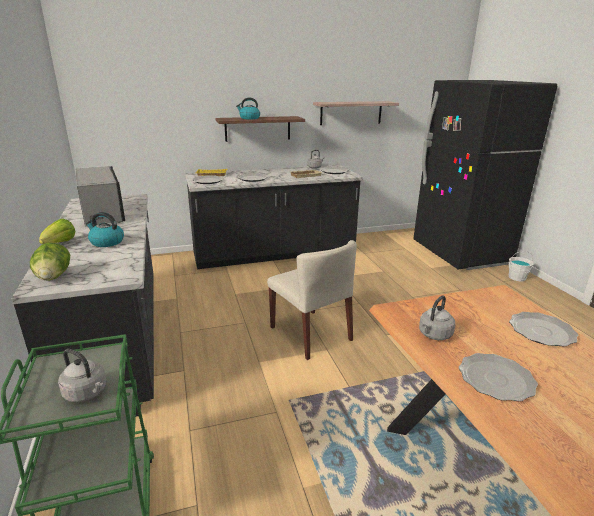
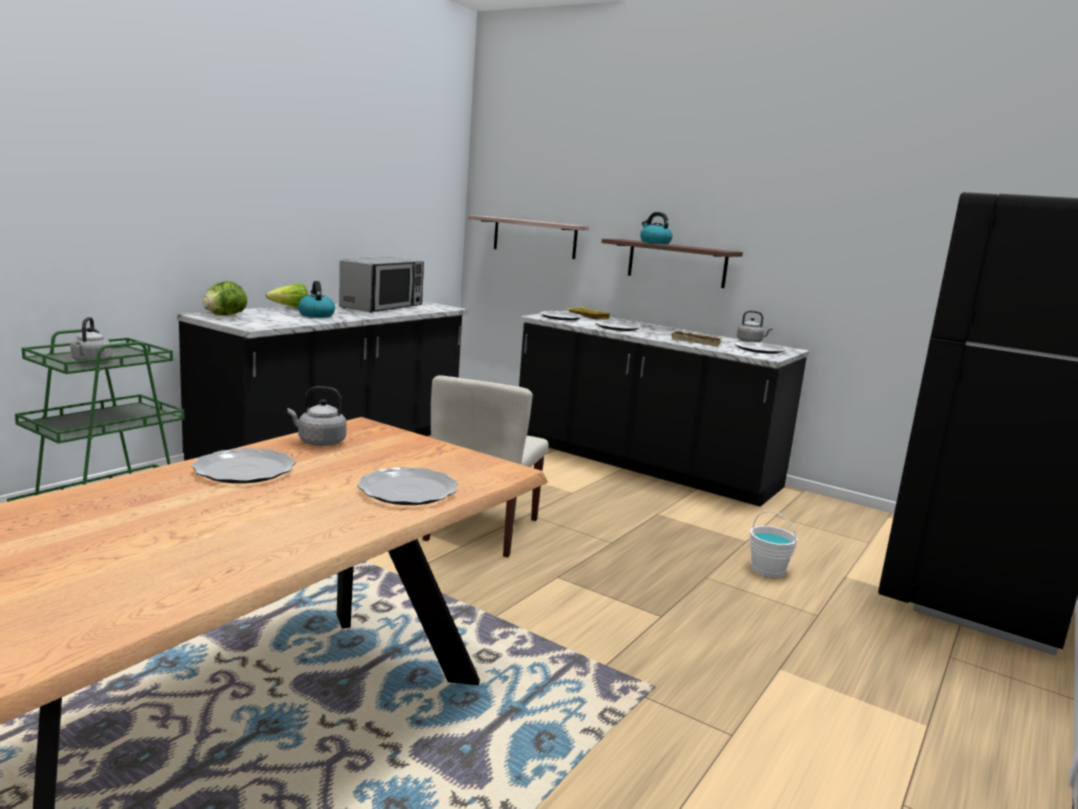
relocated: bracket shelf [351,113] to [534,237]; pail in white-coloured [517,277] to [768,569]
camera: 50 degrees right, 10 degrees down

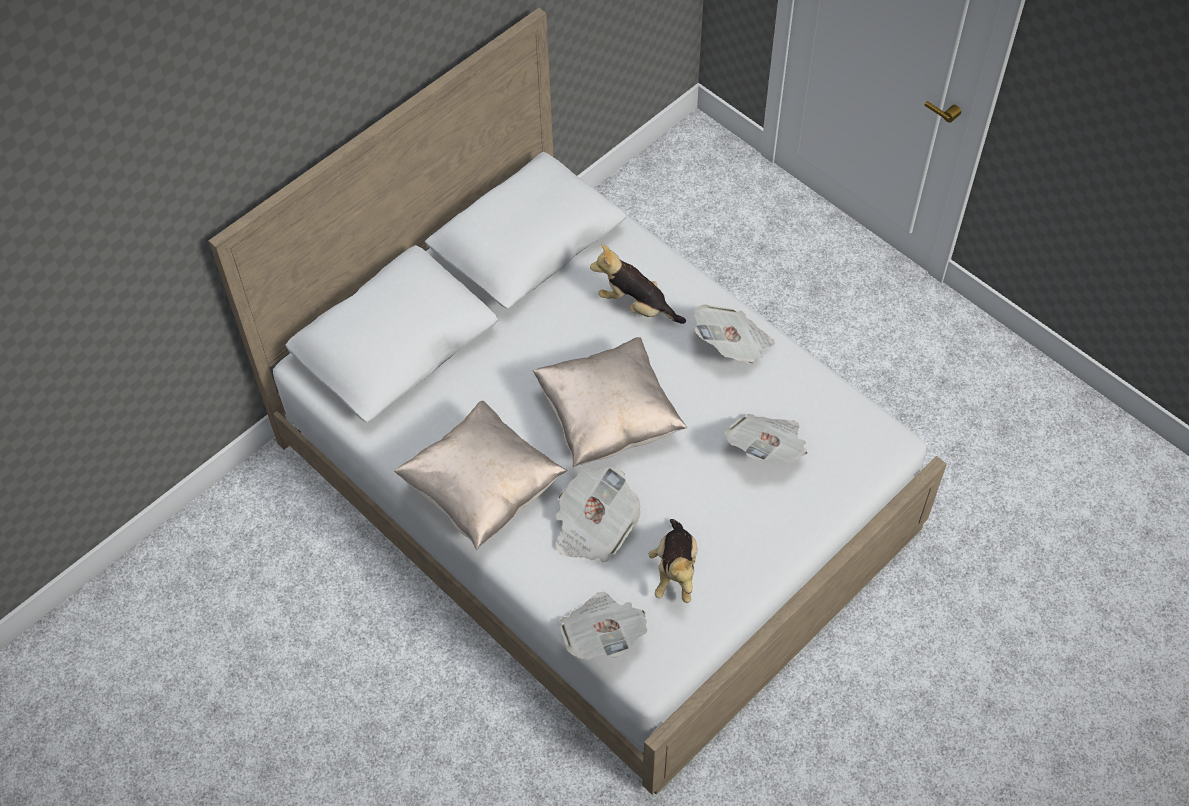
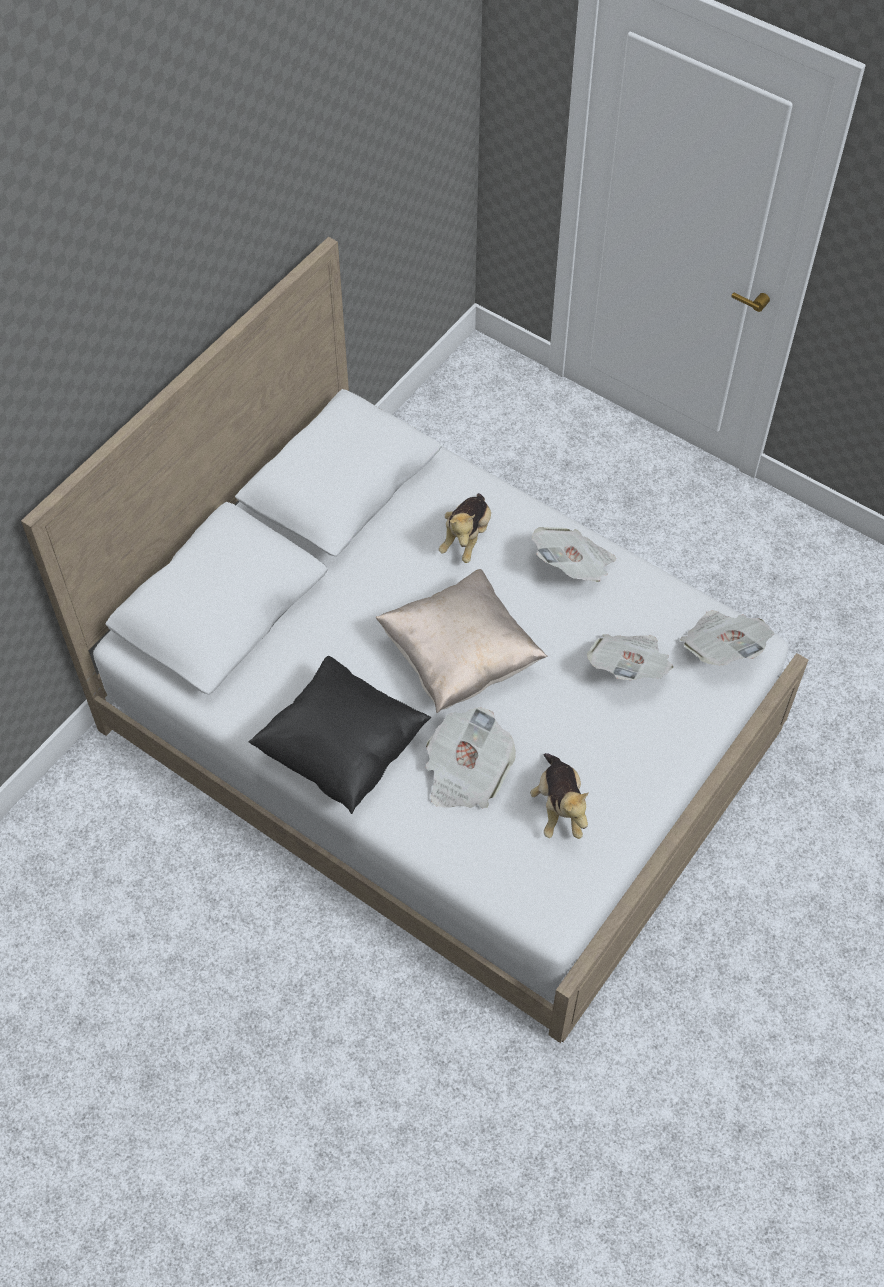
relocated: daily paper [603,635] to [722,648]
colour: pillow in beige-coloured [482,490] to pillow in black-coloured [342,750]
spun: soft toy [636,306] = [466,537] 90 degrees counterclockwise
camera: 10 degrees left, 0 degrees up

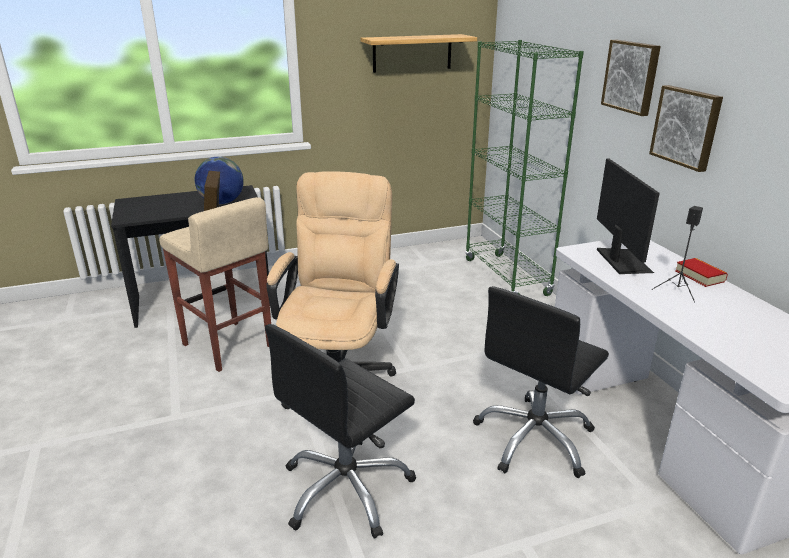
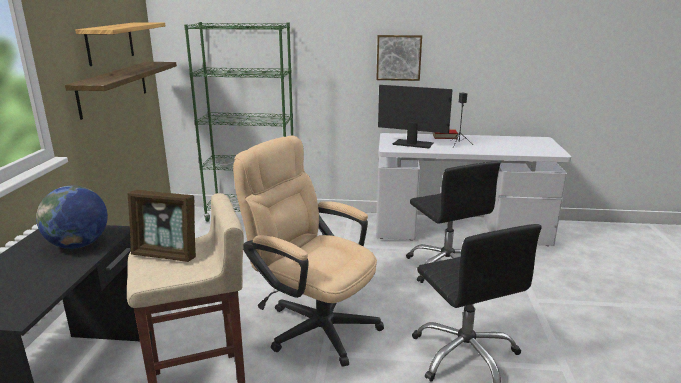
missing: wall picture [632,76]
appeared: bracket shelf [113,88]
camera: 65 degrees left, 5 degrees down

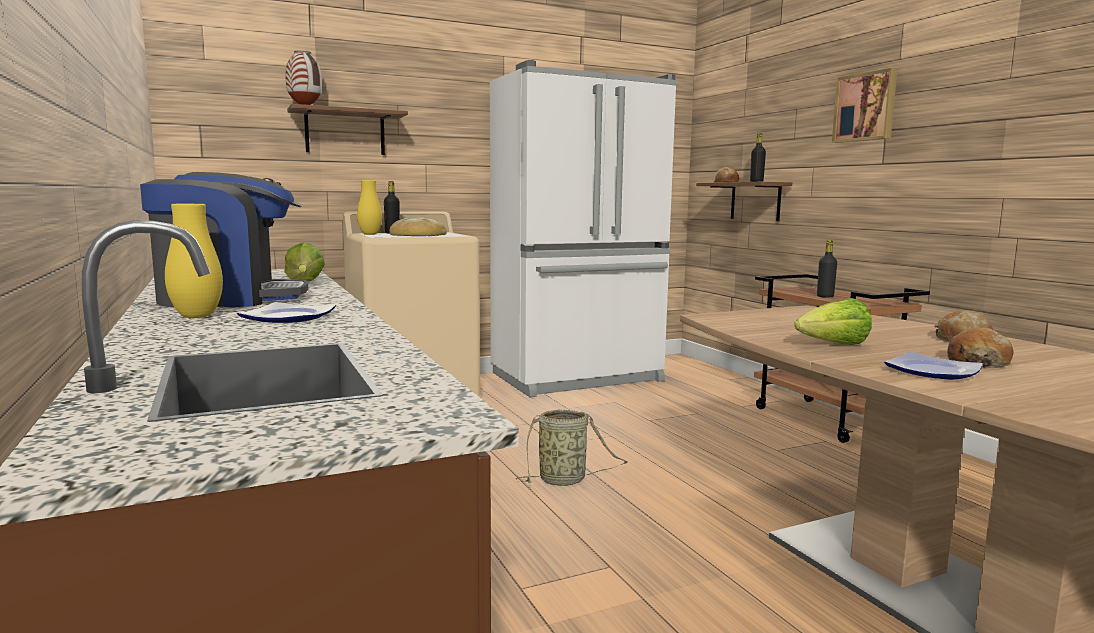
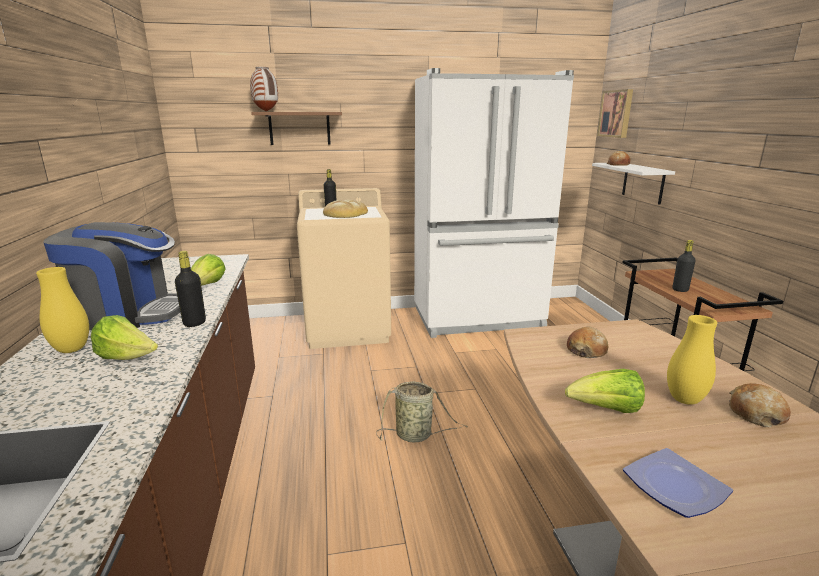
relocated: flower vase in yellow [370,234] to [684,400]; drink bottle in black-coloured [756,181] to [194,323]; wall picture [865,107] to [616,113]; baked bread [977,362] to [586,350]
exchanged: flat dish [288,317] to head of lettuce [128,358]
colour: bracket shelf in brown [755,201] to bracket shelf in white-coloured [643,183]
camera: 15 degrees right, 10 degrees up

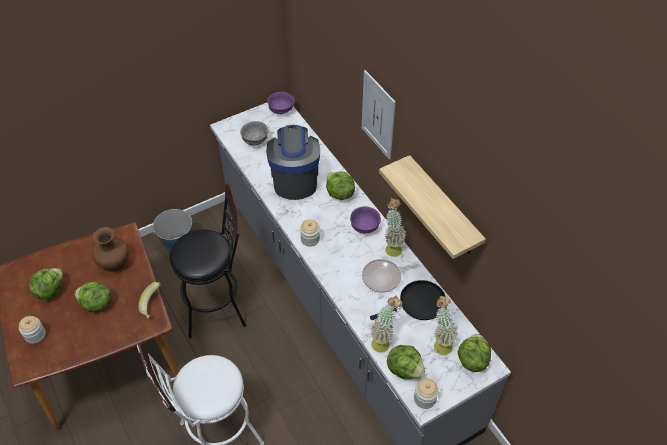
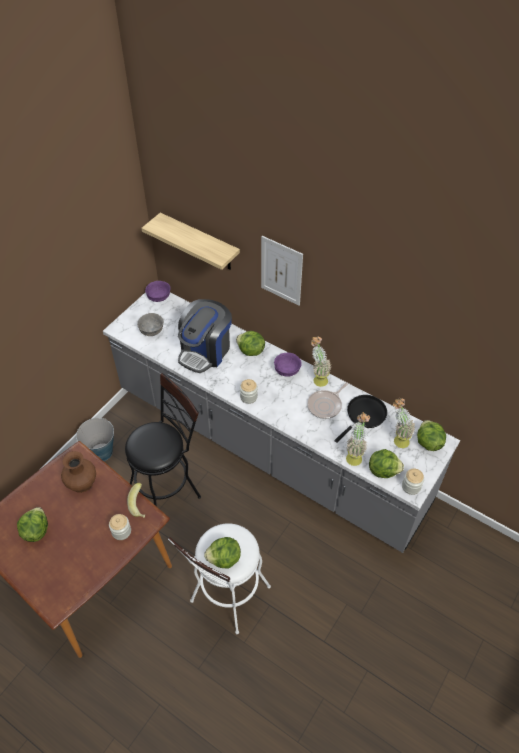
relocated: preserve jar [35,335] to [121,531]; head of lettuce [96,304] to [224,559]; bracket shelf [443,208] to [200,242]
spun: coffee maker [294,178] = [205,351] 120 degrees counterclockwise
camera: 25 degrees left, 0 degrees up

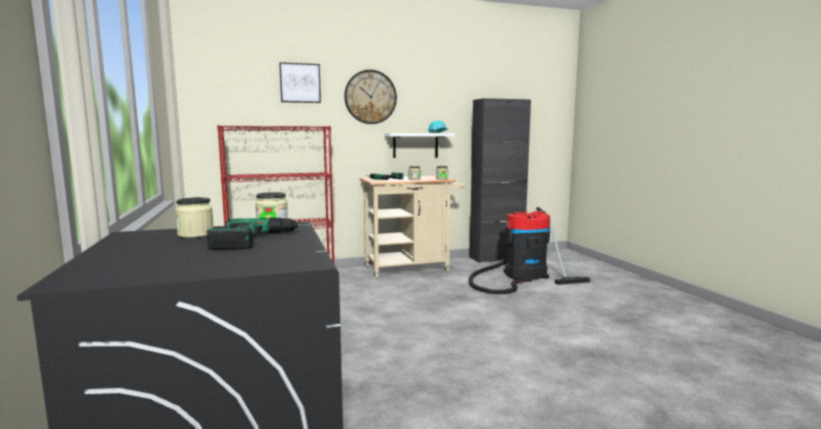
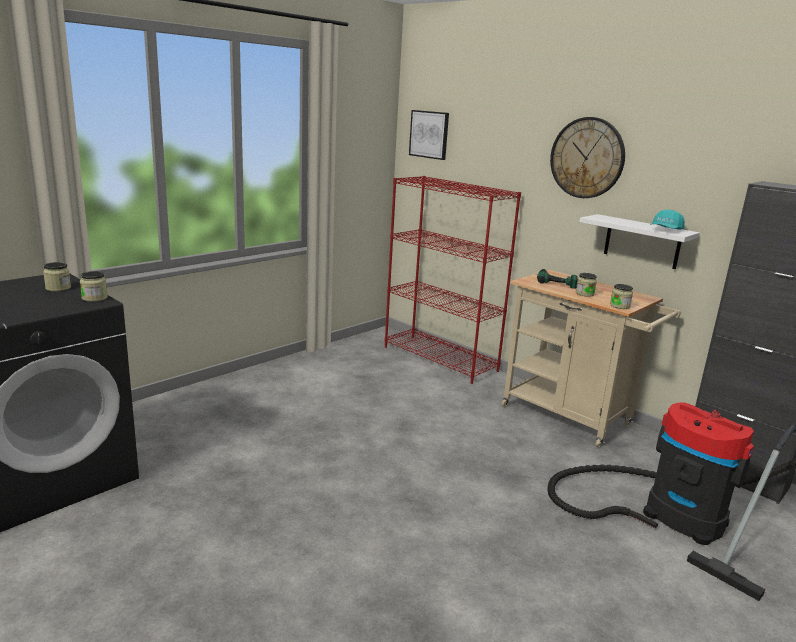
missing: drill [265,239]
relocated: wall picture [300,83] to [429,134]
camera: 60 degrees right, 10 degrees up

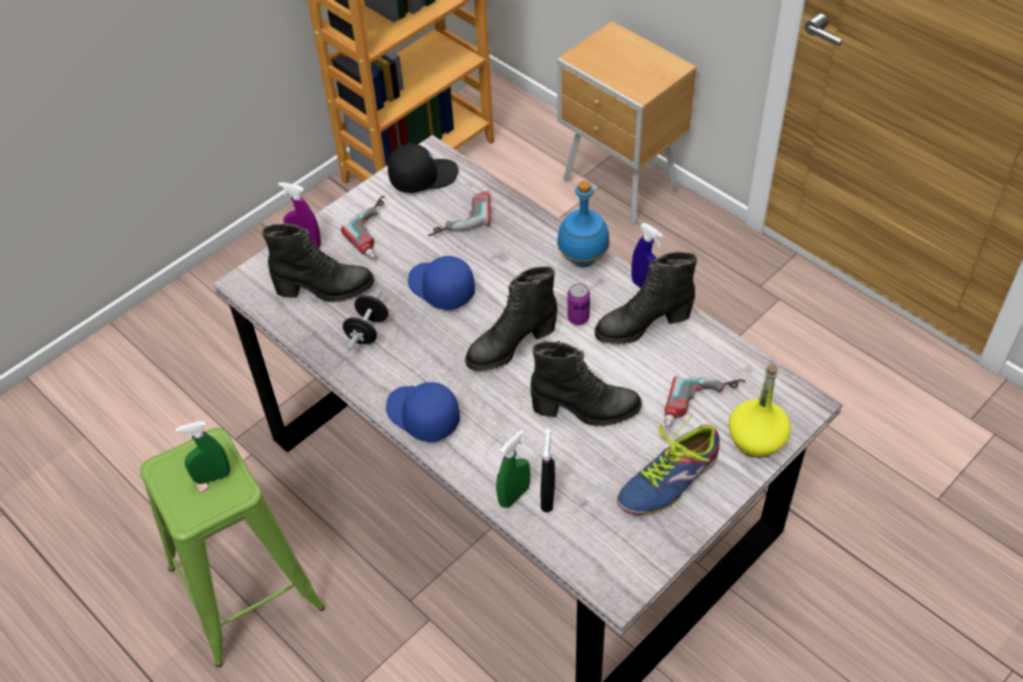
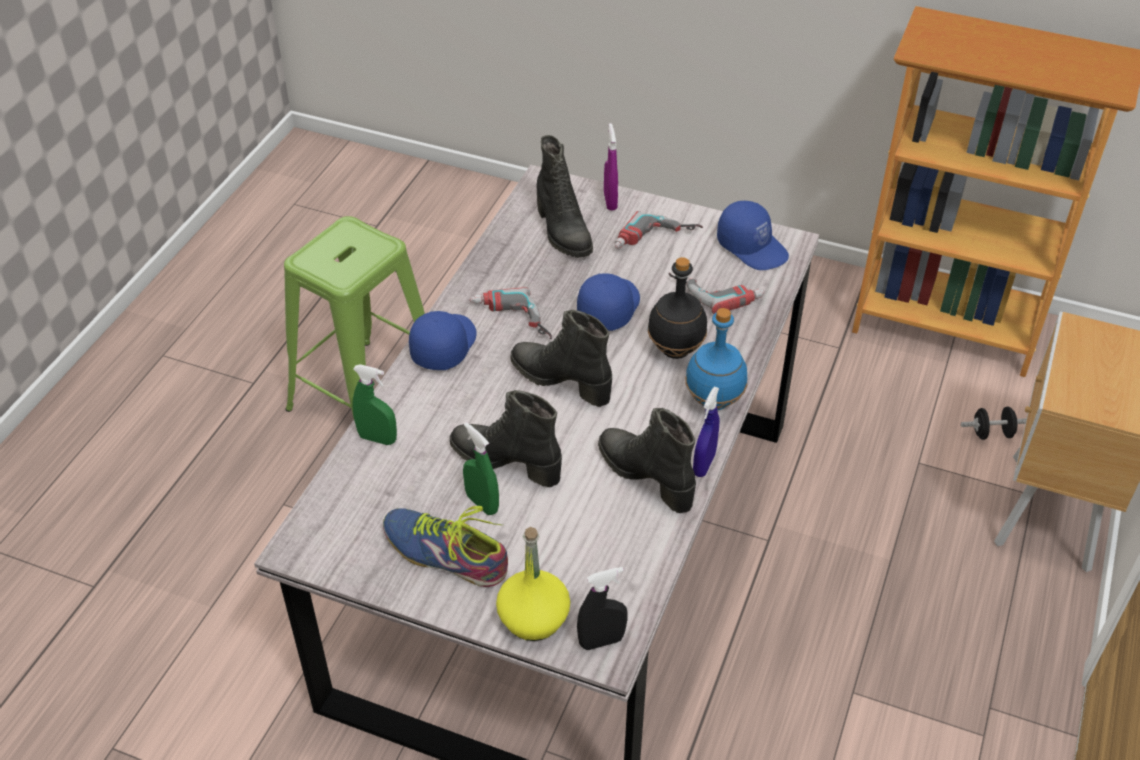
missing: metal can [578,318]
appeared: drink bottle in black-coloured [676,349]
relocated: spray bottle in greenish [212,477] to [482,503]; free weight in black-coloured [367,331] to [991,433]; spray bottle in black-coloured [548,497] to [601,641]; drill [703,407] to [510,322]
colour: baseball cap in black-coloured [423,176] to baseball cap in blue [753,247]
spun: high-top boot in black-coloured [585,410] = [506,462] 135 degrees clockwise
camera: 65 degrees right, 5 degrees down

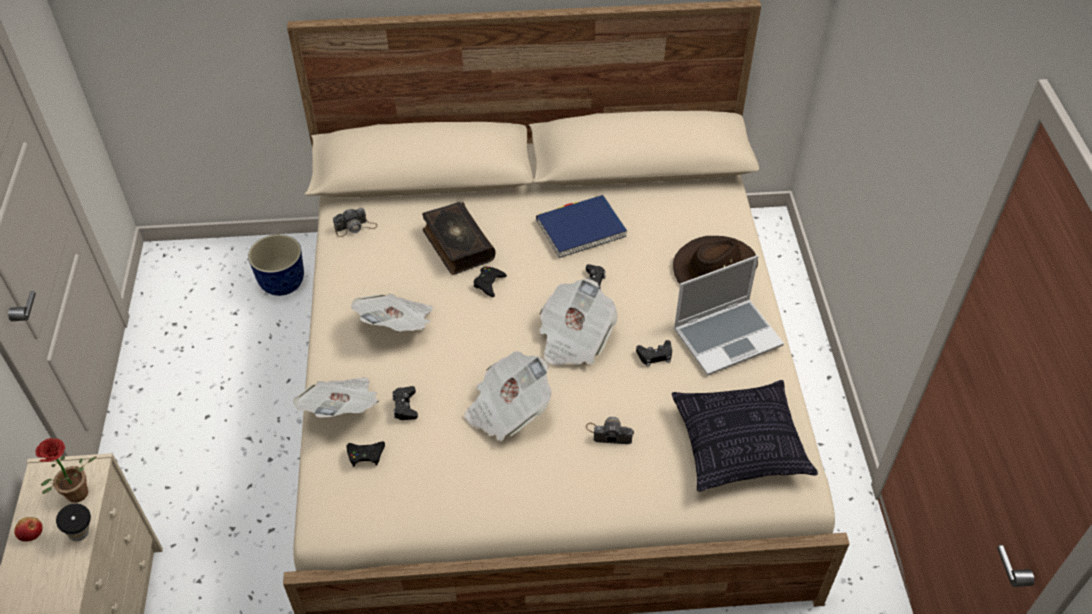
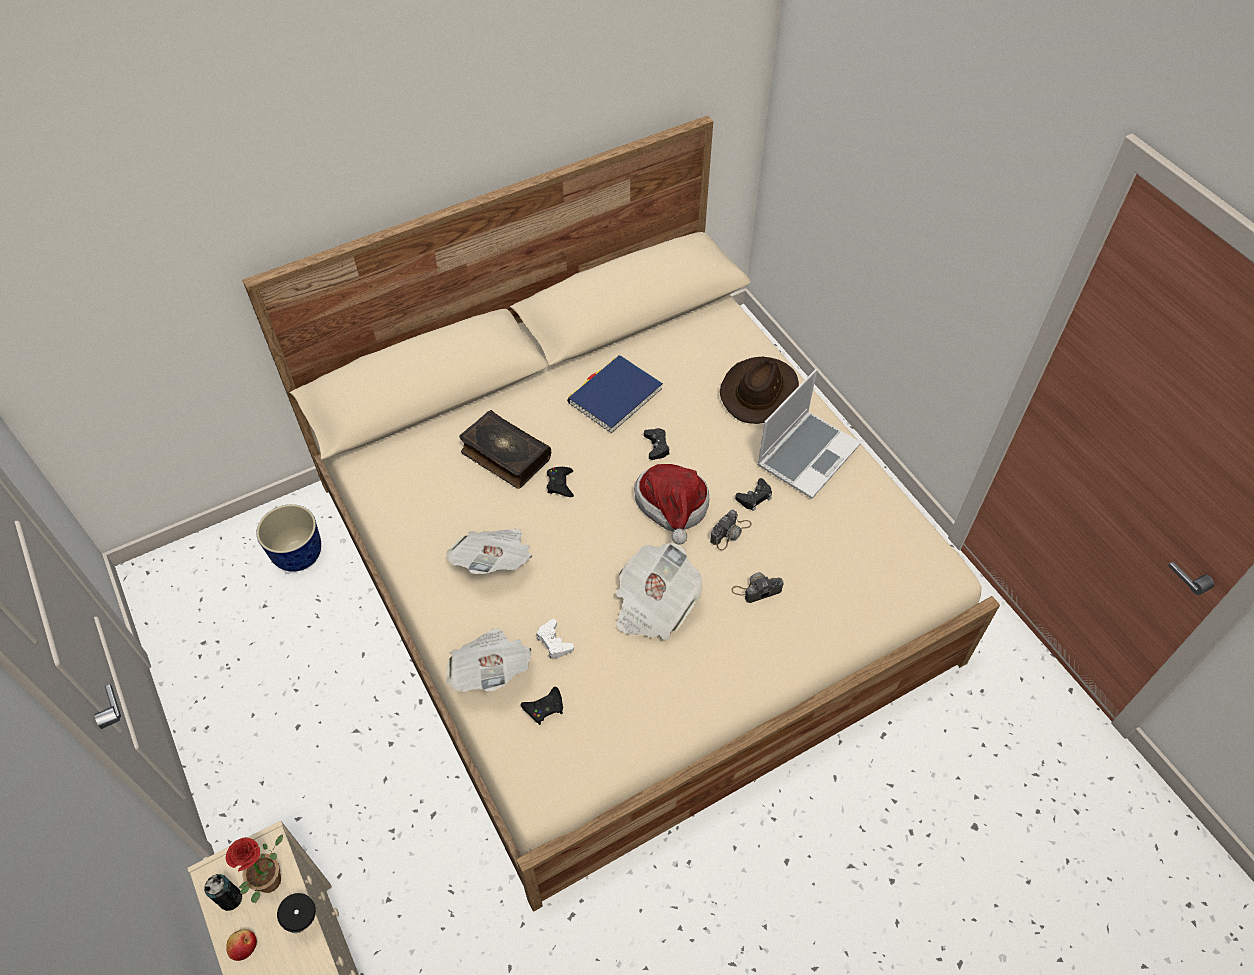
missing: pillow [739,445]
appeared: metal can [230,899]
relocated: photo camera [355,227] to [730,532]
exchanged: daily paper [574,338] to hat [672,509]
colour: game controller in black-coloured [405,406] to game controller in white-coloured [554,642]
camera: 25 degrees left, 5 degrees up

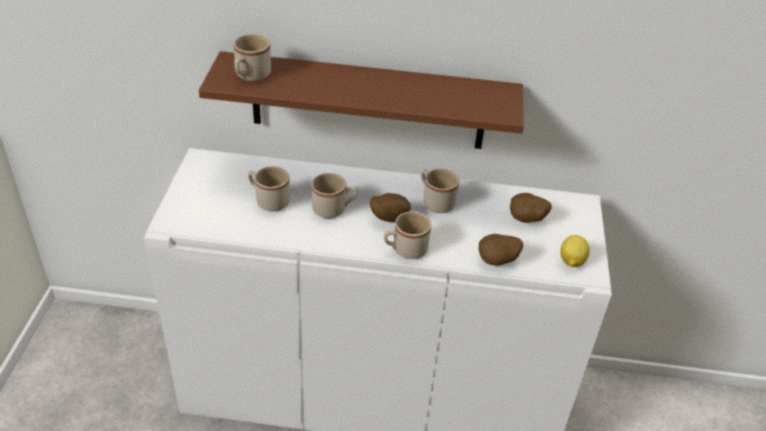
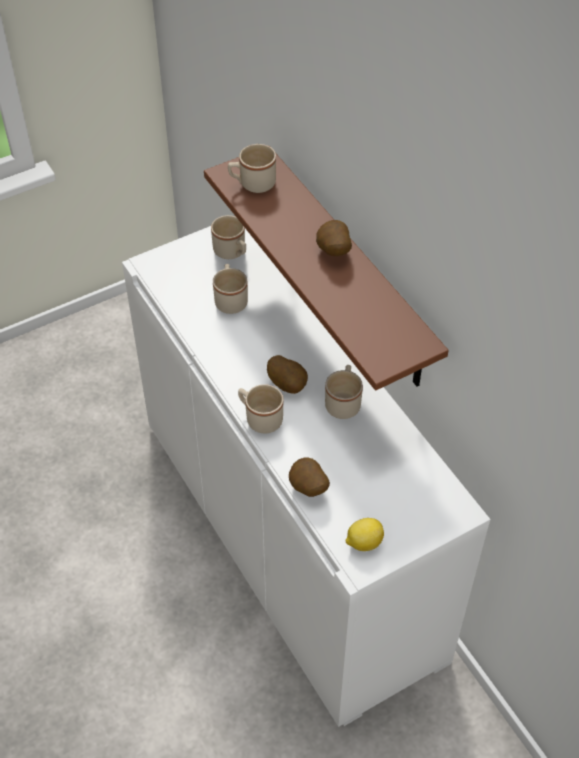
relocated: tea mug in beige-coloured [334,209] to [232,253]; whole potato [526,221] to [333,252]
camera: 55 degrees right, 10 degrees up

